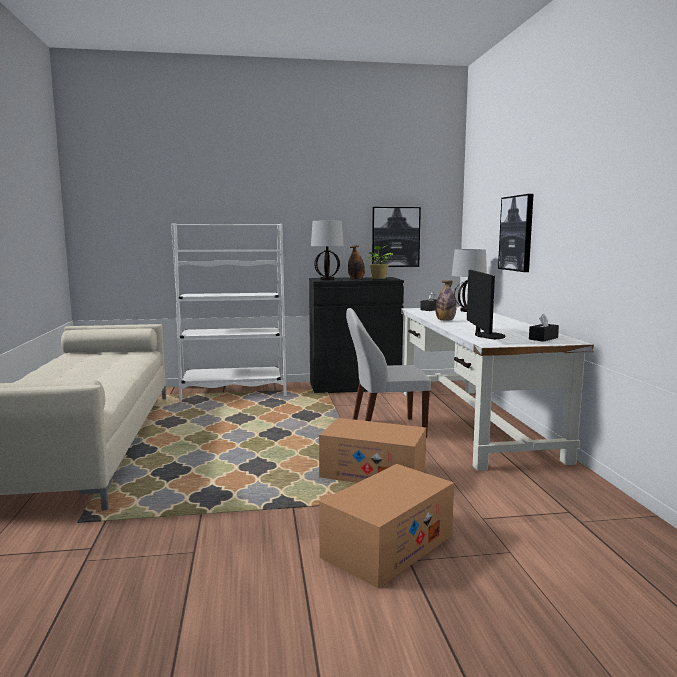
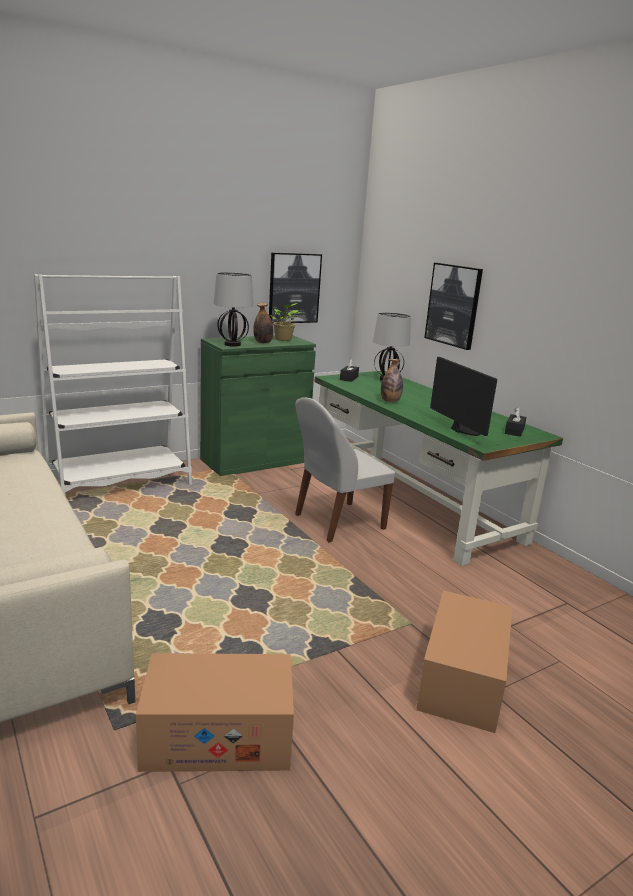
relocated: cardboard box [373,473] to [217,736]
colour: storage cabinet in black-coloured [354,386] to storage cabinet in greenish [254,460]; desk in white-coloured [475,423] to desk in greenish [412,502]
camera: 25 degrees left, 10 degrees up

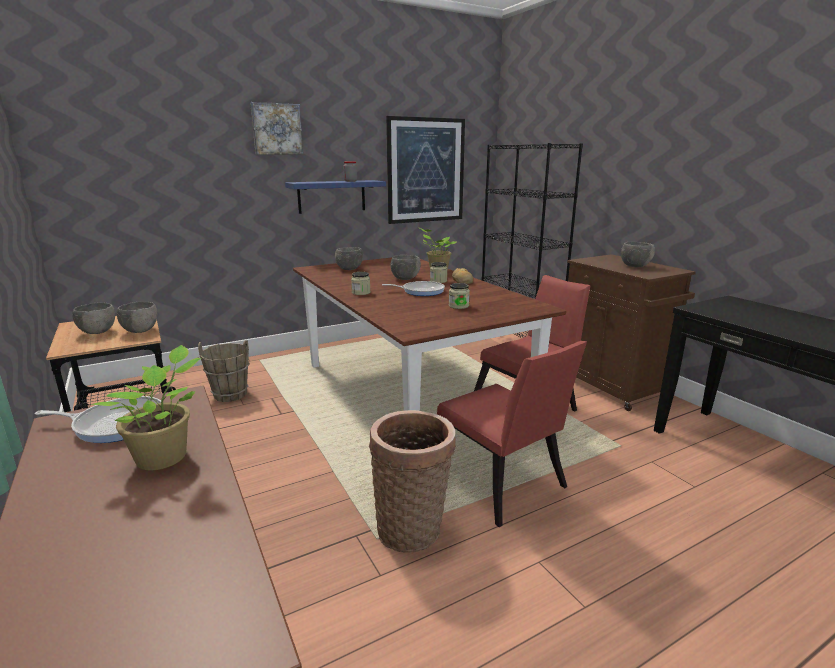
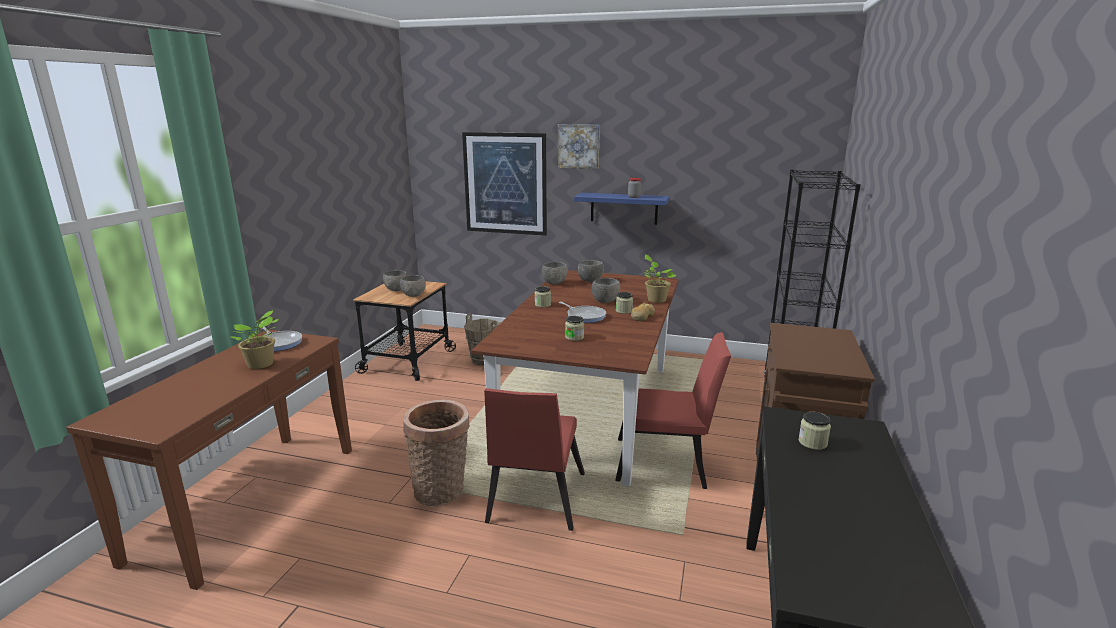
appeared: preserve jar [812,442]
relocated: wall picture [426,171] to [505,183]; serving bowl in gray [635,266] to [554,283]
camera: 45 degrees right, 0 degrees up

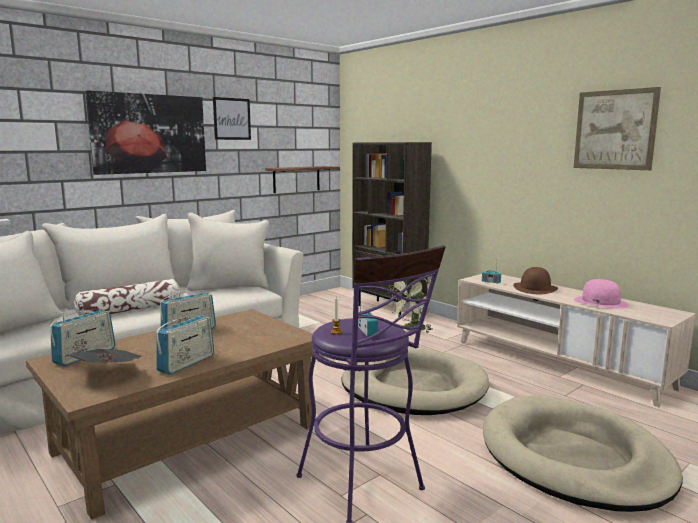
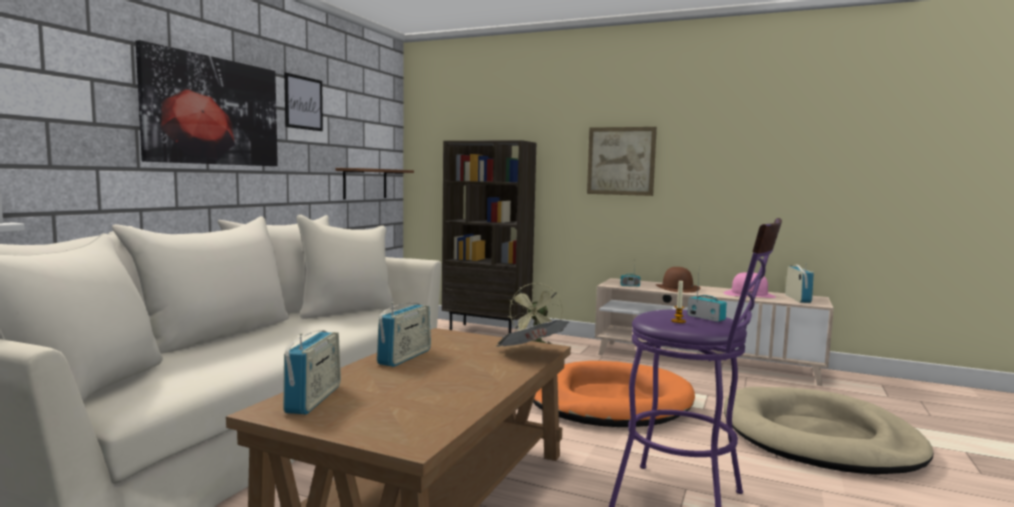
missing: pillow [130,310]
relocated: daily paper [109,374] to [531,353]; radio set [186,363] to [797,298]; wall picture [615,130] to [621,161]
colour: dog bed in beige-coloured [414,388] to dog bed in orange [610,402]
camera: 25 degrees left, 5 degrees down

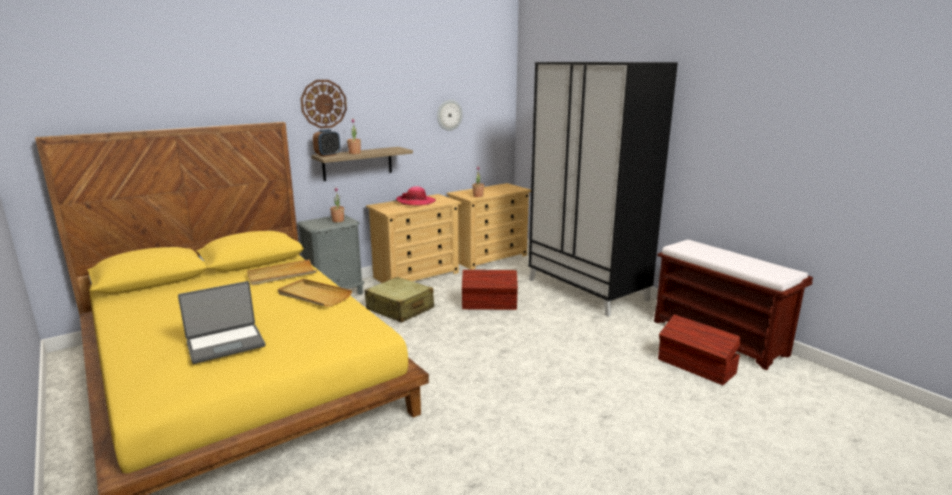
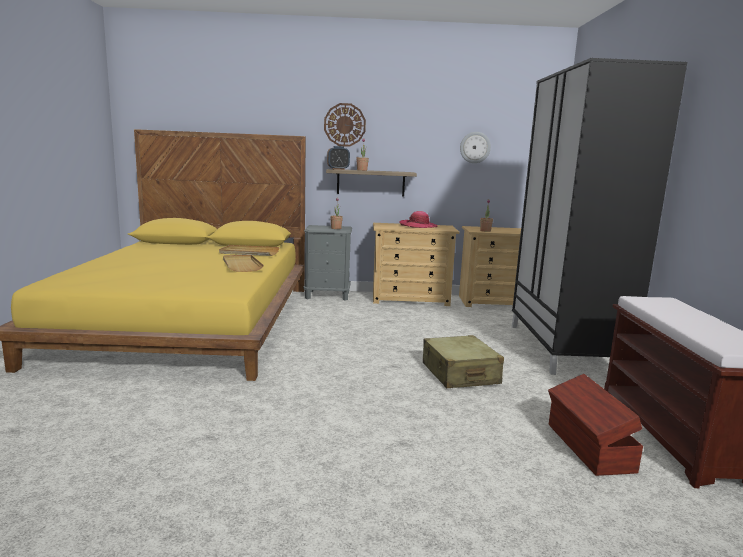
missing: laptop [225,344]; storage container in brown [490,304]
relocated: travel case in beige-coloured [400,309] to [459,374]
camera: 35 degrees right, 5 degrees down

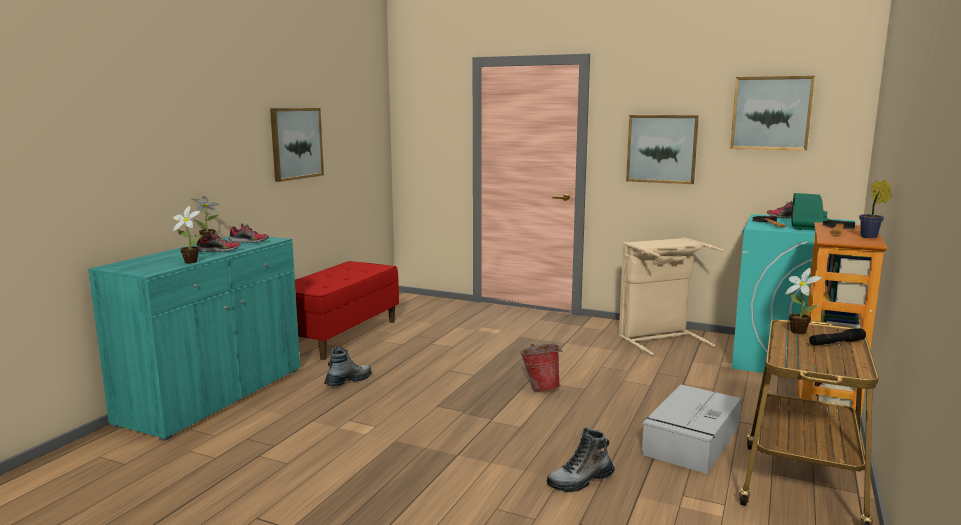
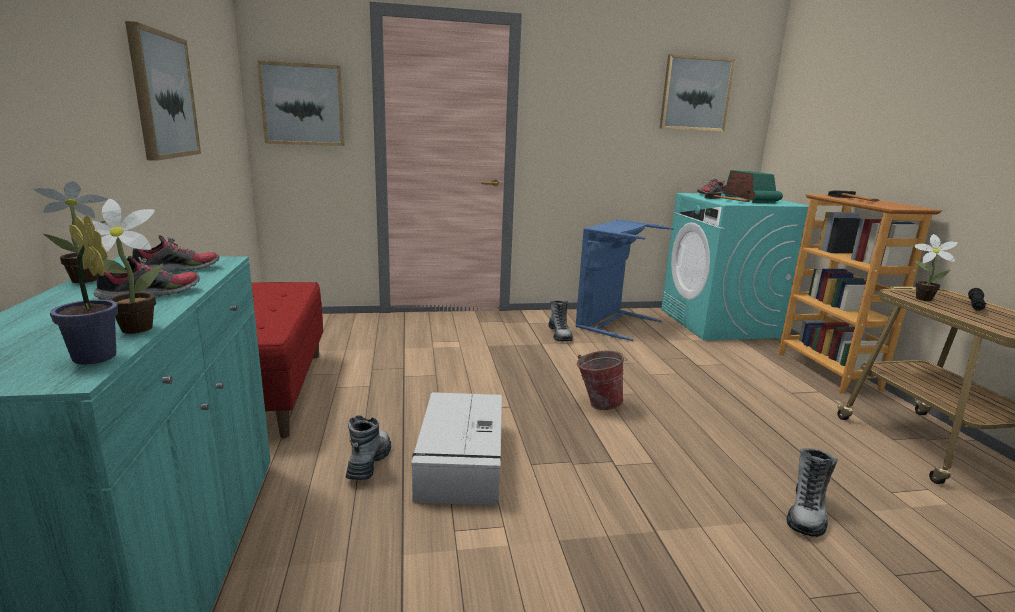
appeared: high-top boot [560,335]
relocated: wall picture [661,149] to [303,104]; storage container in gray [691,441] to [461,461]; potted plant [870,237] to [97,359]
colour: washing basket in beige-coloured [660,339] to washing basket in blue [610,323]
camera: 35 degrees left, 5 degrees up

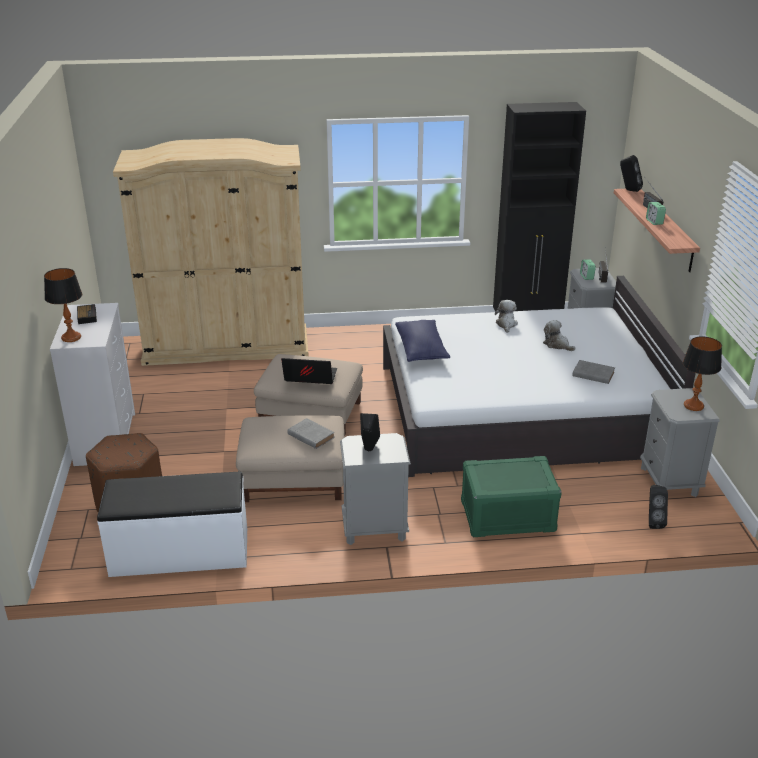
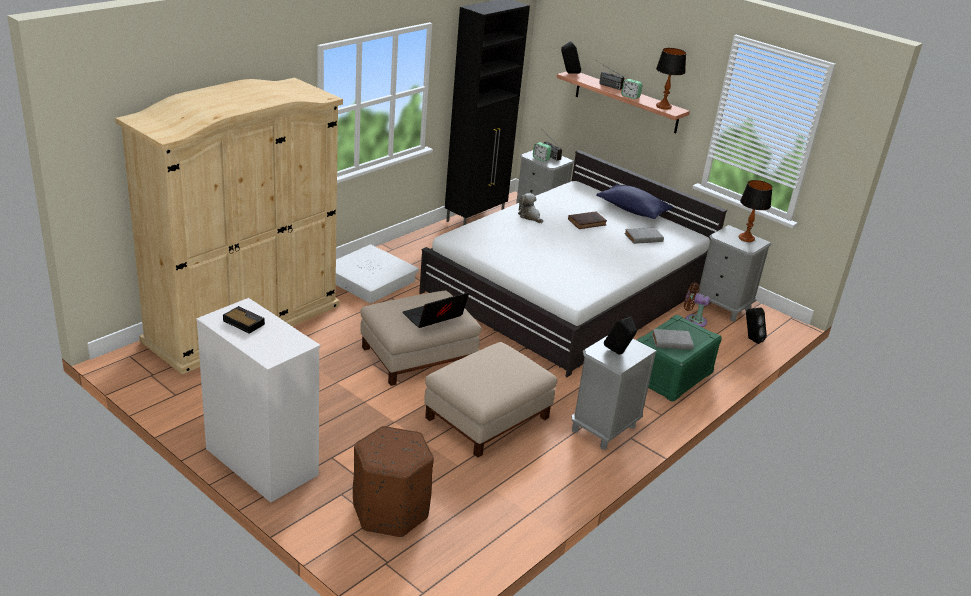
missing: bench in white-coloured [180,553]
appeared: storage container in white-coloured [370,280]; fan in brown [693,320]
relocated: tabletop lamp [71,337] to [663,106]; bound book in gray [310,435] to [670,342]; pillow in blue [421,350] to [633,210]
exchanged: soft toy [557,345] to bound book in brown [587,222]
camera: 45 degrees left, 0 degrees up

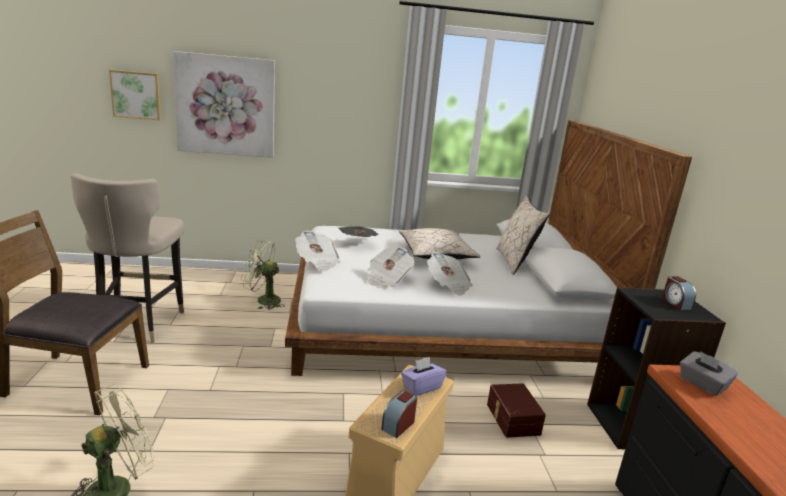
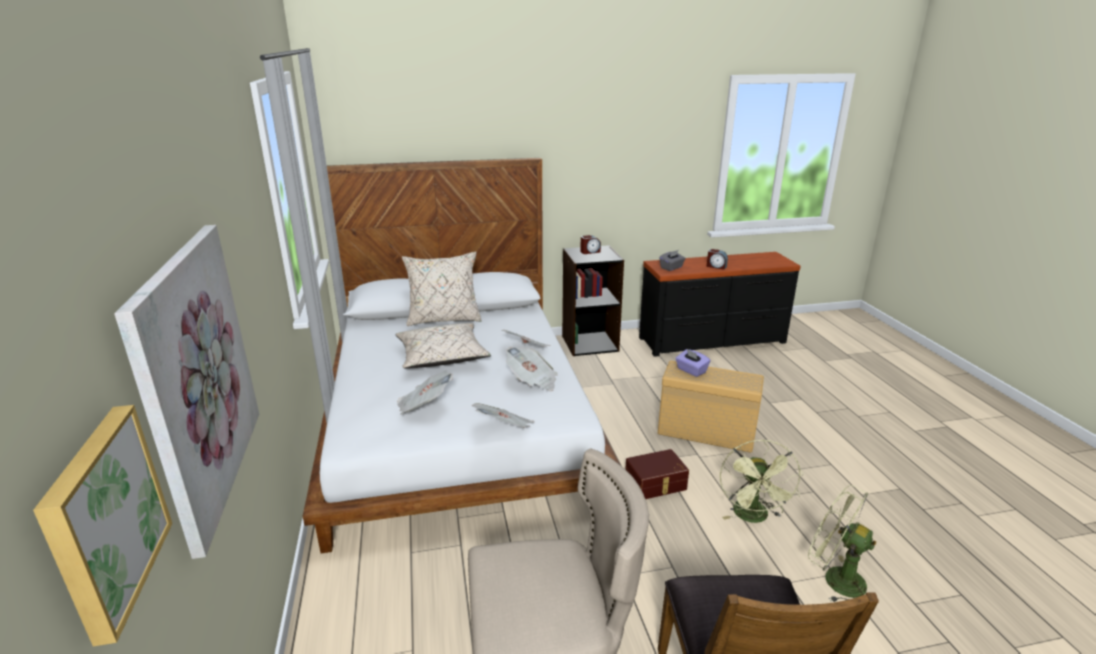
relocated: fan in greenish [263,300] to [753,517]; table clock [398,425] to [716,266]; storage container in brown [511,419] to [656,484]
camera: 95 degrees left, 5 degrees up

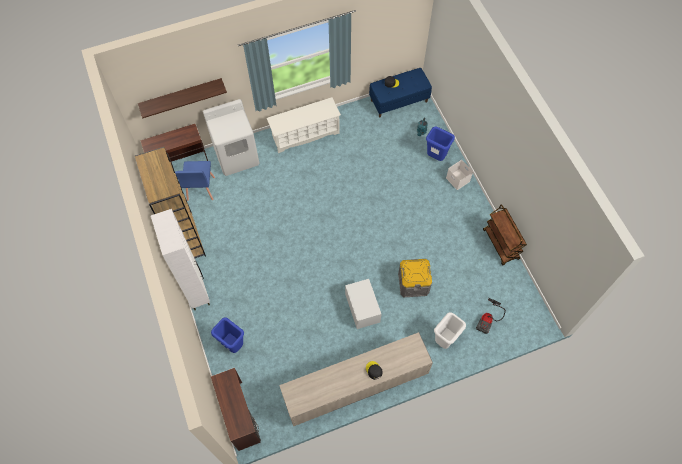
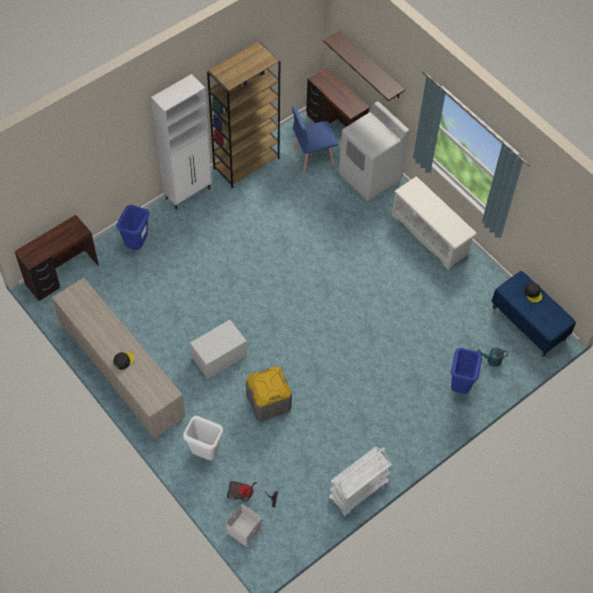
relocated: storage container in white-coloured [457,179] to [244,529]
colour: cart in brown [501,244] to cart in white-coloured [358,491]
camera: 70 degrees right, 5 degrees down

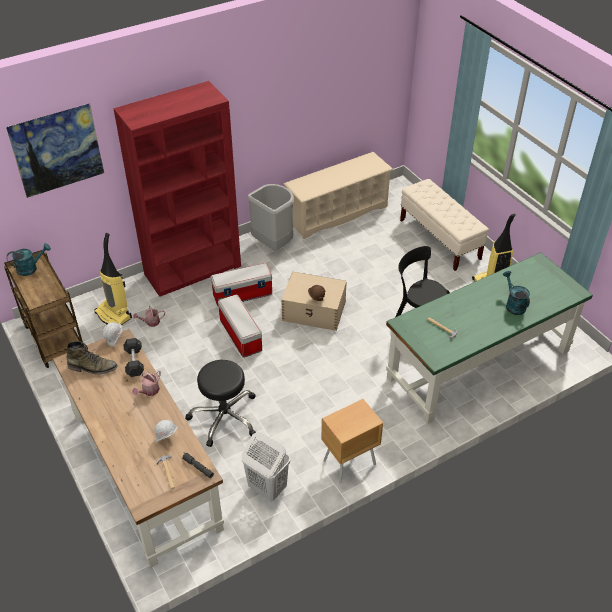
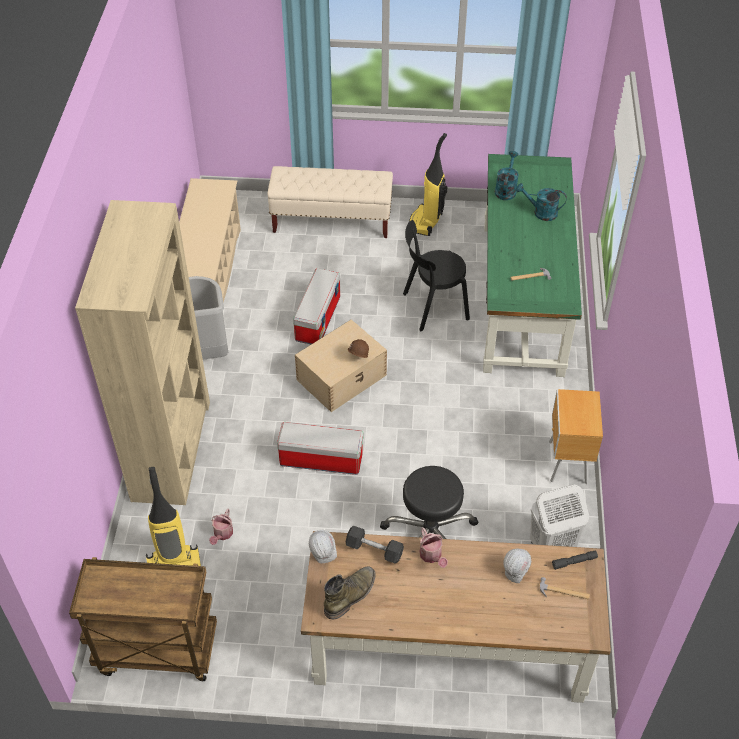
missing: wall picture [62,168]
relocated: watering pot in turquoise-coloured [31,268] to [506,189]; storage container [243,294] to [317,318]
colour: bookcase in red [193,270] to bookcase in beige-coloured [171,449]
camera: 55 degrees left, 5 degrees up

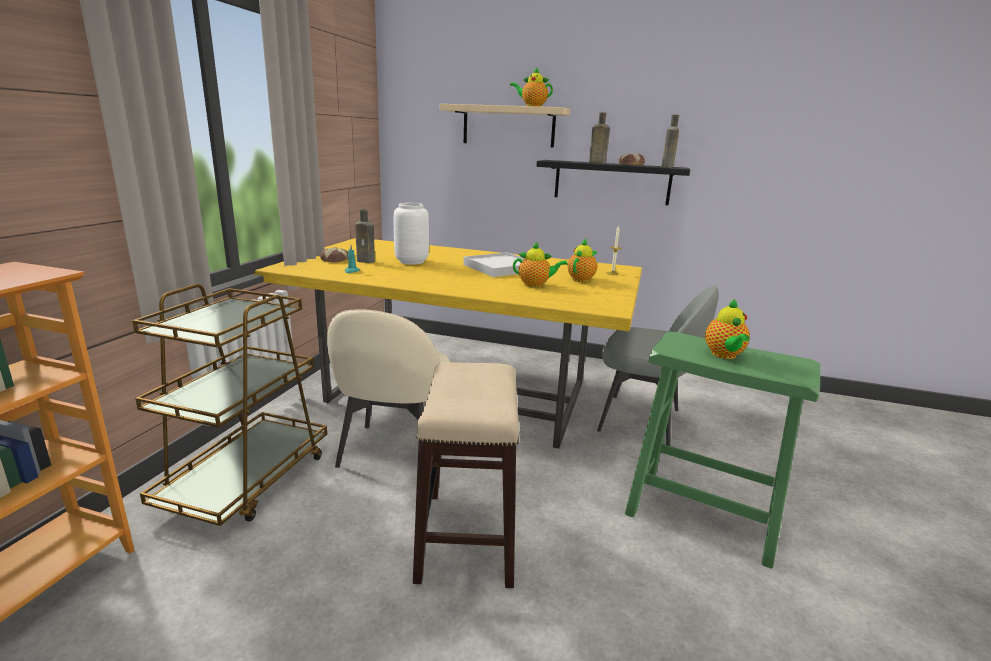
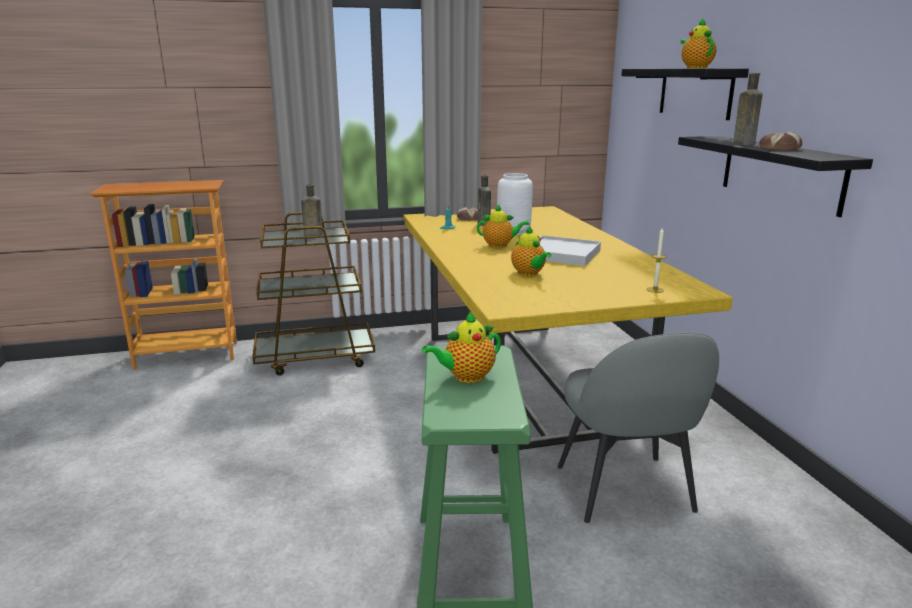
missing: plain chair in beige-coloured [394,453]; stool seat [467,535]
relocated: tea pot [581,279] to [500,245]; drink bottle in brown [667,167] to [312,235]
colour: bracket shelf in beige-coloured [508,126] to bracket shelf in black-coloured [695,92]
camera: 60 degrees right, 0 degrees up

